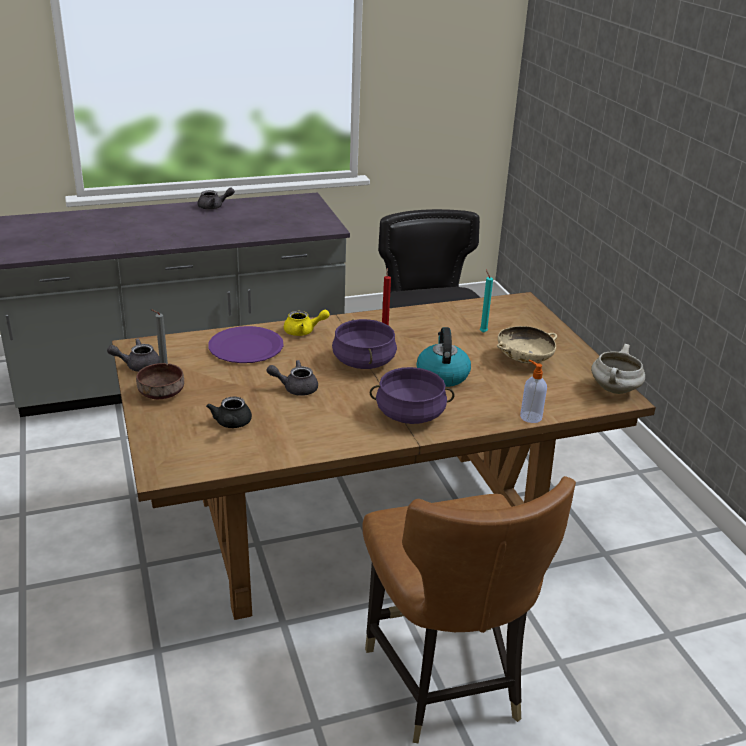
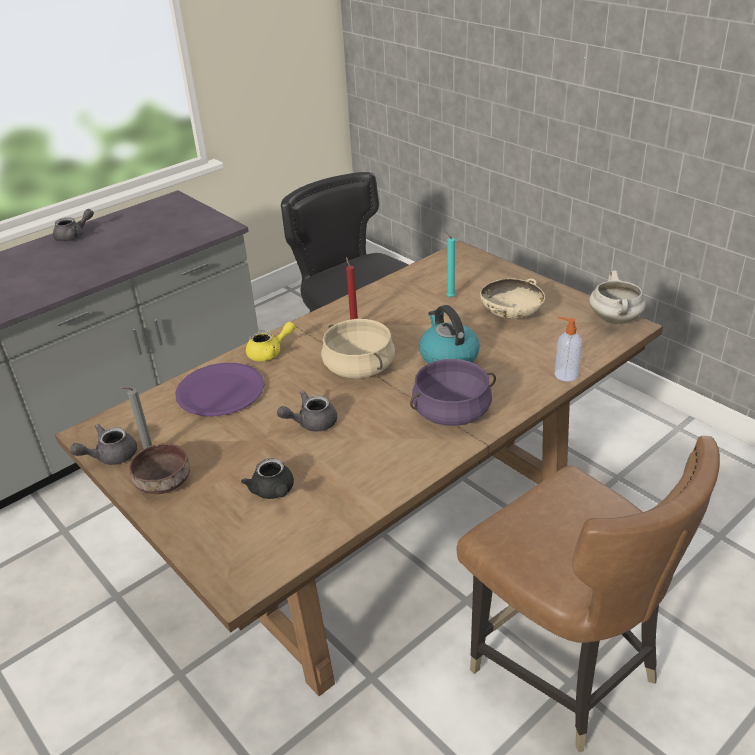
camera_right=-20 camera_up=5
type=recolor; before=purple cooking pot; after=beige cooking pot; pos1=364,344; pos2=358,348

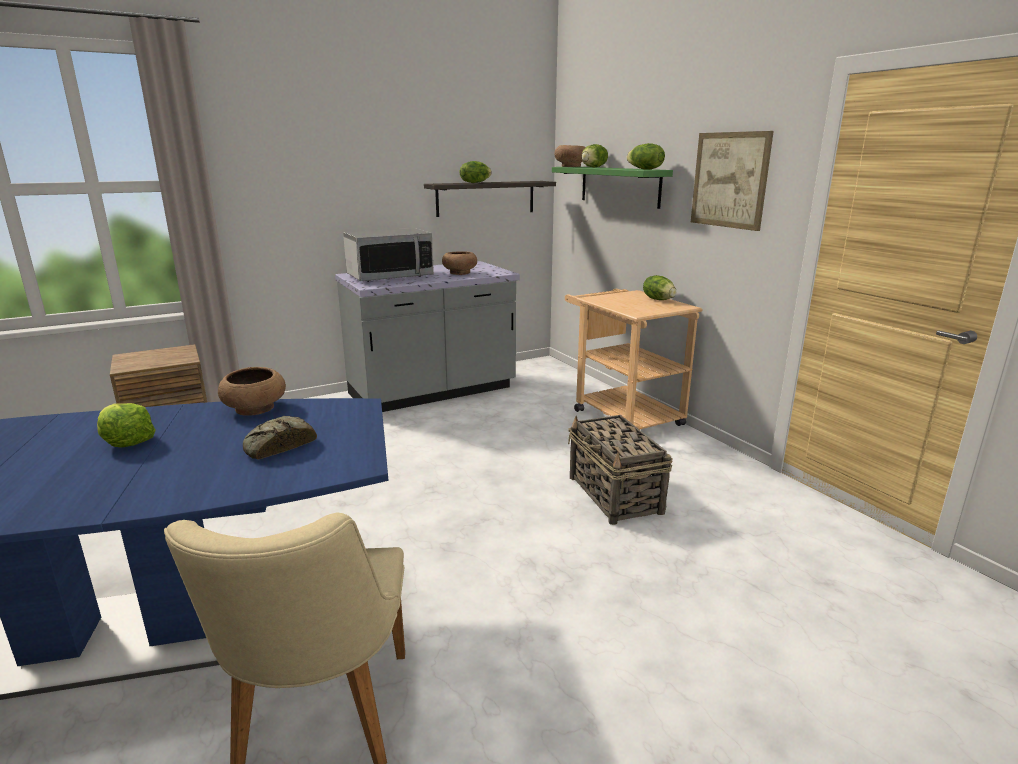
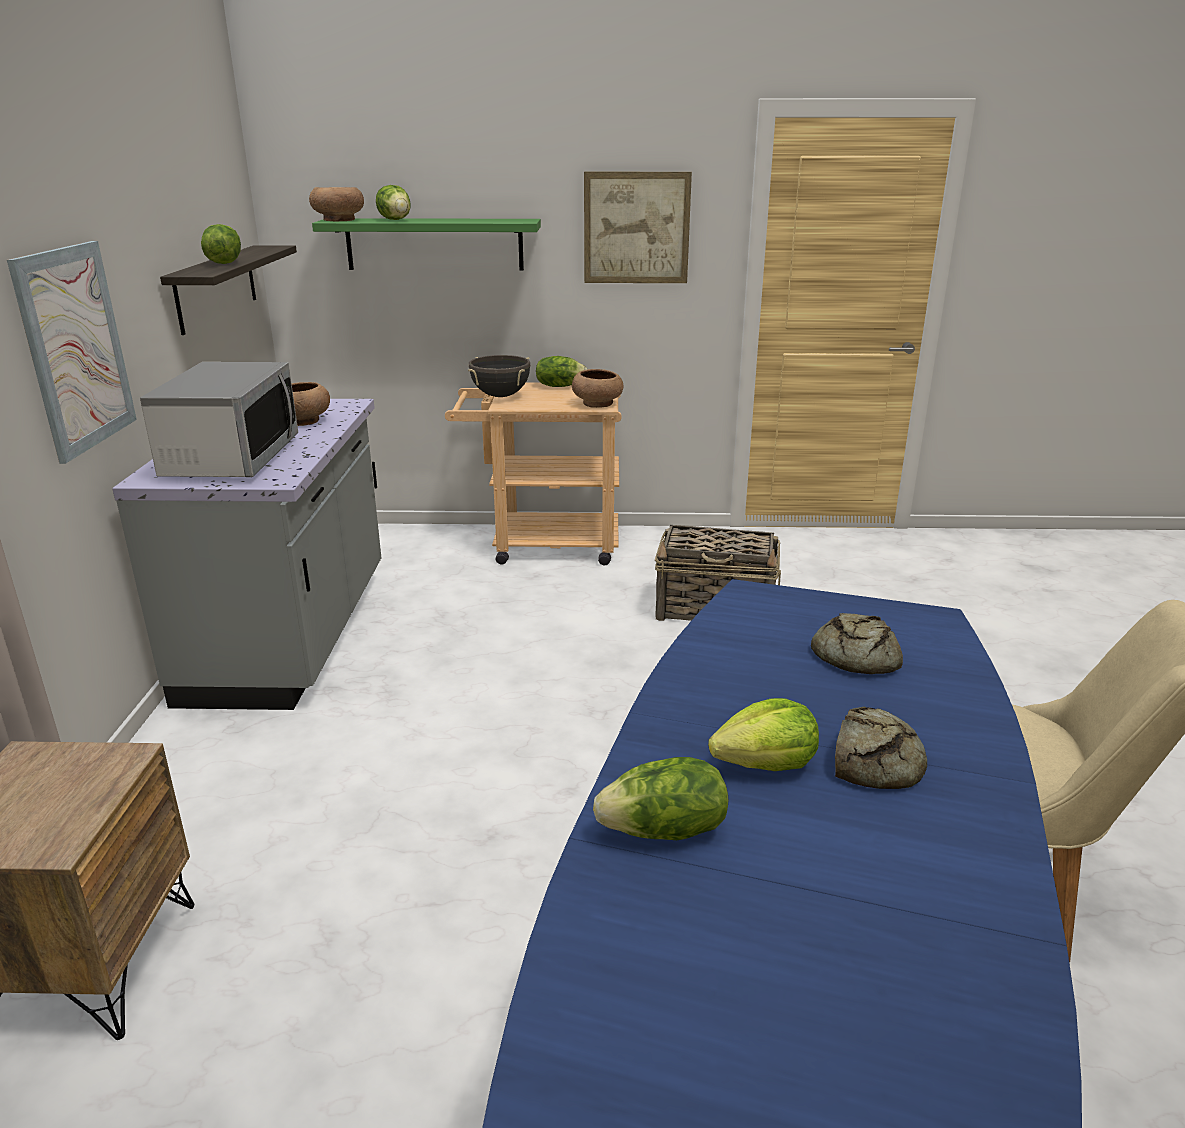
camera_right=-60 camera_up=5
type=move; before=lettuce; pos1=646,156; pos2=660,798
type=move; before=brown bowl; pos1=252,391; pos2=598,388
type=insert; after=picture; pos2=72,352
type=insert; after=black cooking pot; pos2=499,376
type=insert; after=bread; pos2=881,748

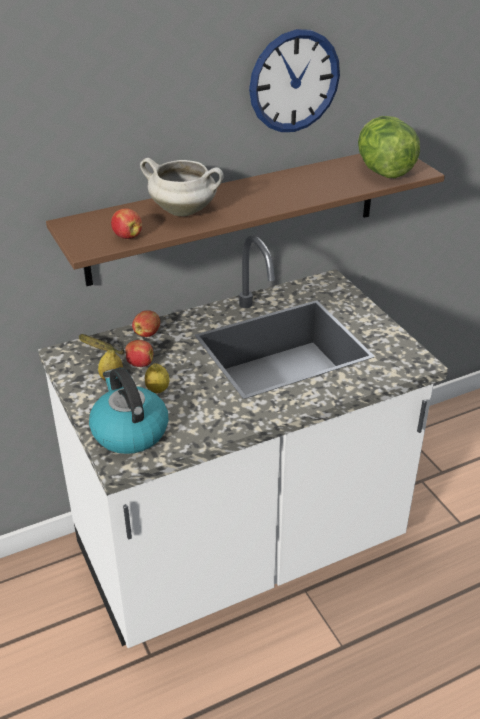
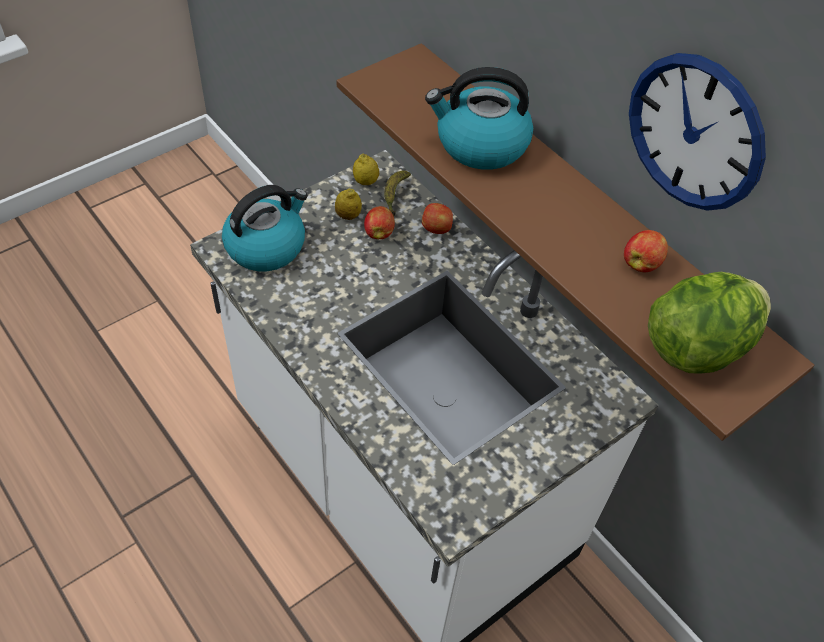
camera_right=75 camera_up=15
type=replace; before=white cooking pot; after=kettle; pos1=182,187; pos2=479,118
type=move; before=apple; pos1=126,223; pos2=646,251
type=move; before=lemon; pos1=157,378; pos2=366,169

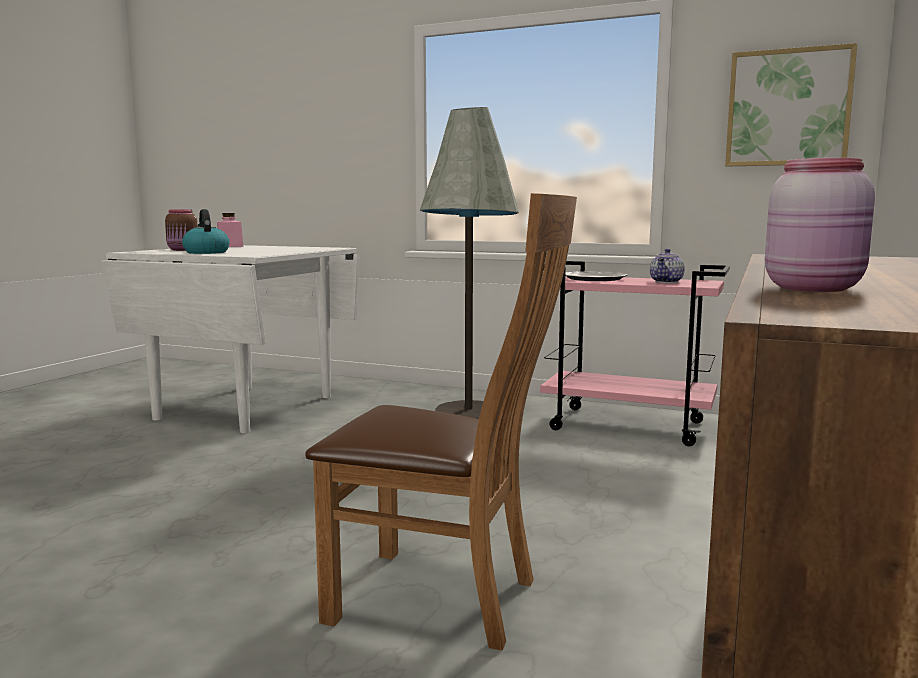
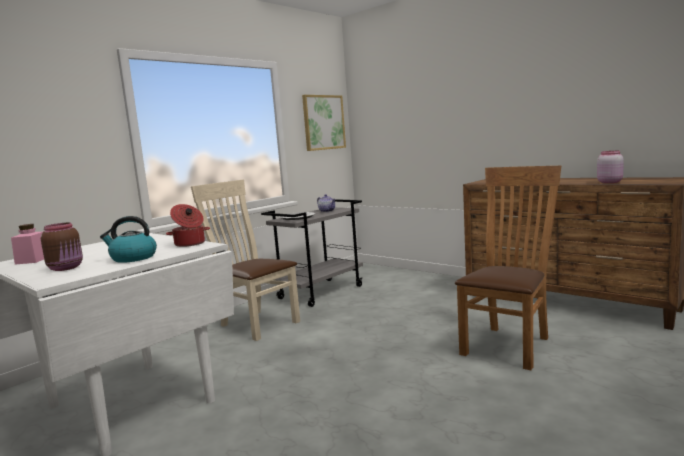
camera_right=-70 camera_up=0
type=replace; before=grey floor lamp; after=beige chair; pos1=469,263; pos2=245,260
type=recolor; before=pink cart; after=grey cart; pos1=635,353; pos2=312,253
type=insert; after=cooking pot; pos2=188,225

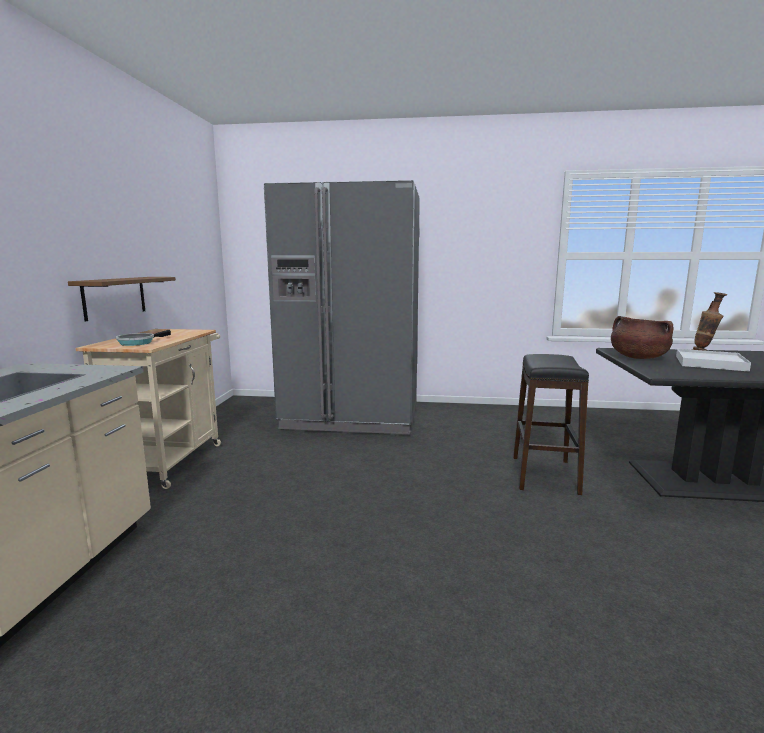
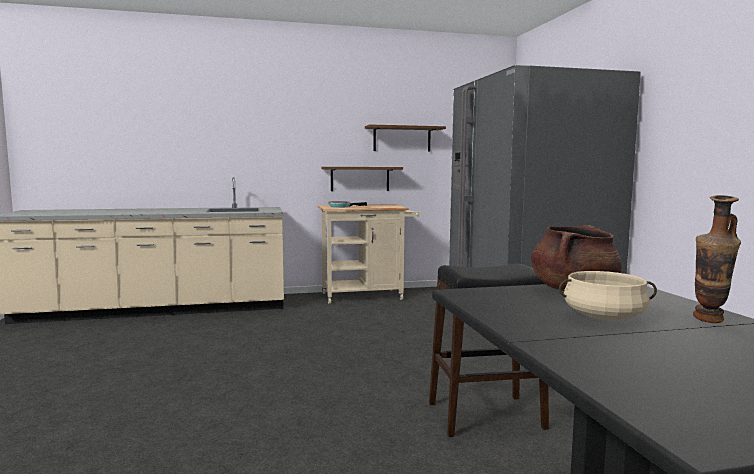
camera_right=70 camera_up=-5
type=replace; before=white tray; after=beige cooking pot; pos1=713,360; pos2=608,295
type=insert; after=brown shelf; pos2=405,138

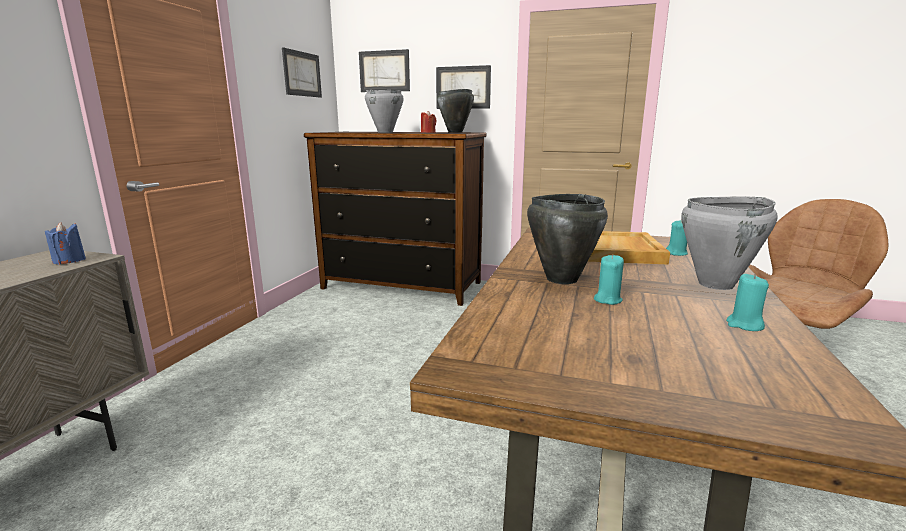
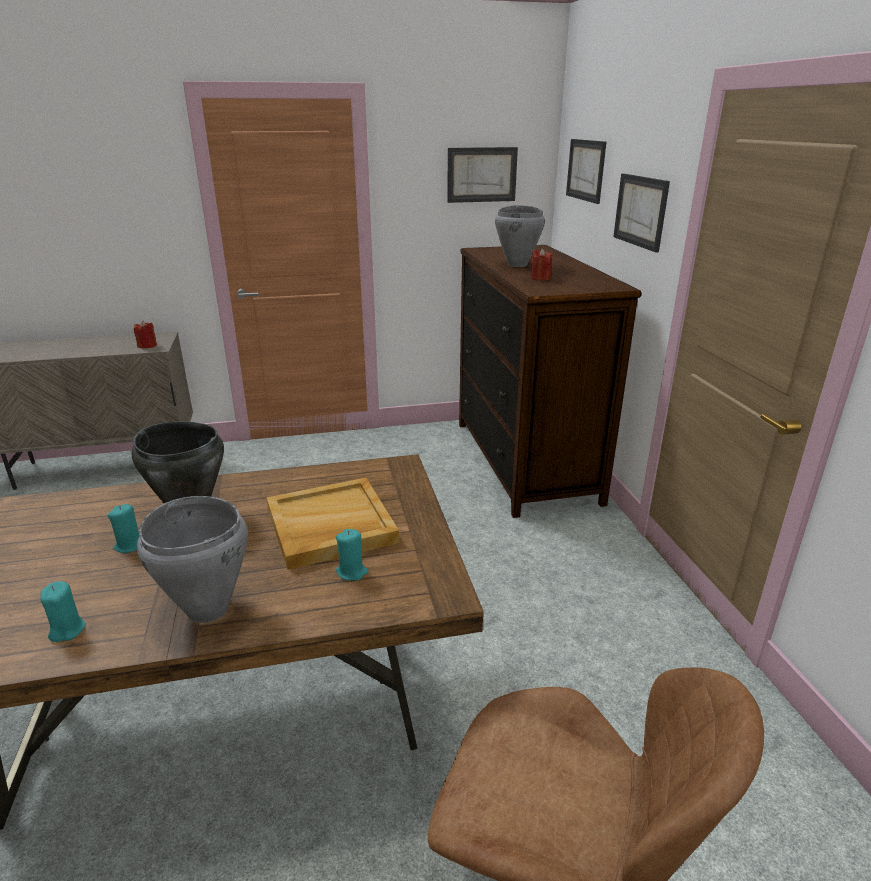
camera_right=60 camera_up=10
type=delete; before=black cooking pot; pos1=455,110
type=recolor; before=blue candle; after=red candle; pos1=65,243; pos2=145,334

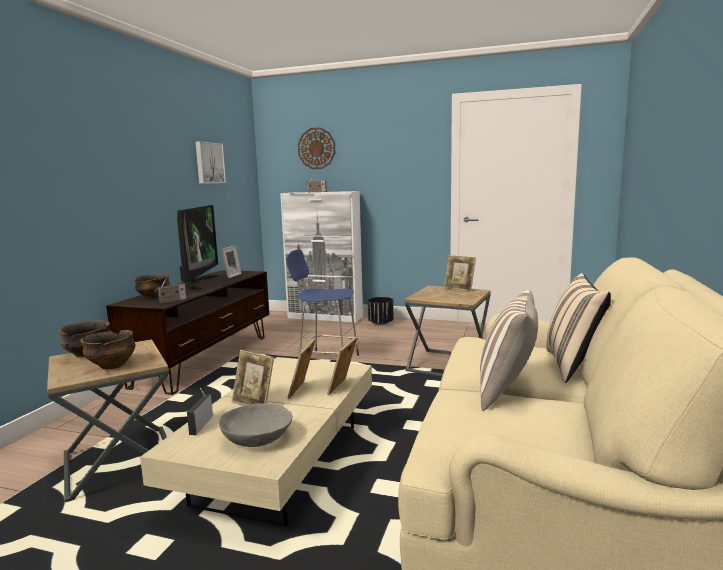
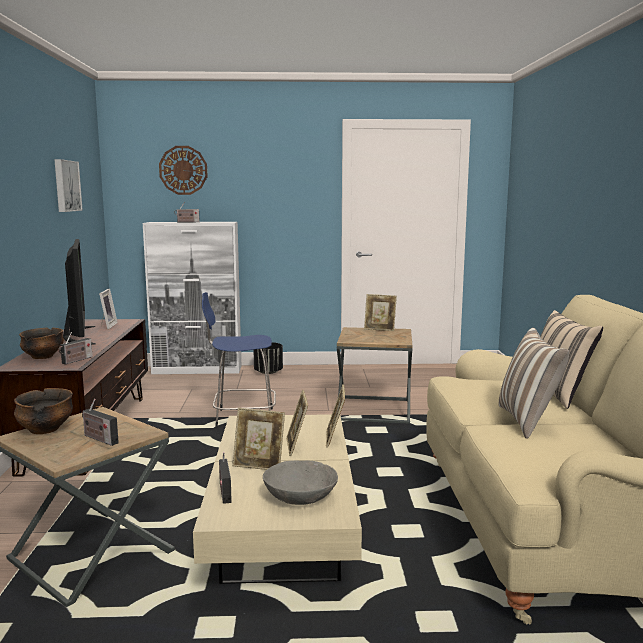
camera_right=-20 camera_up=0
type=replace; before=bowl; after=radio; pos1=108,349; pos2=100,422

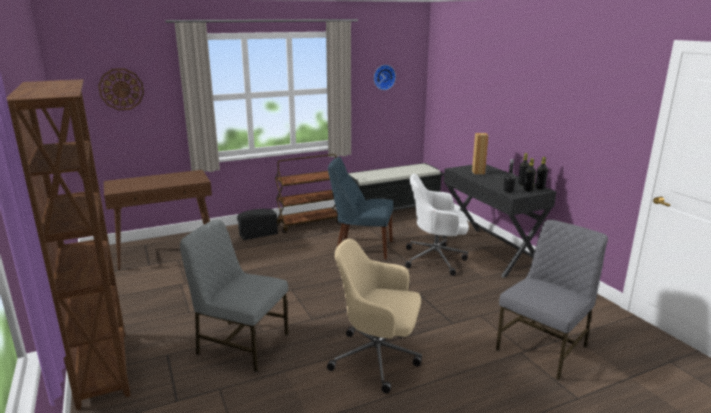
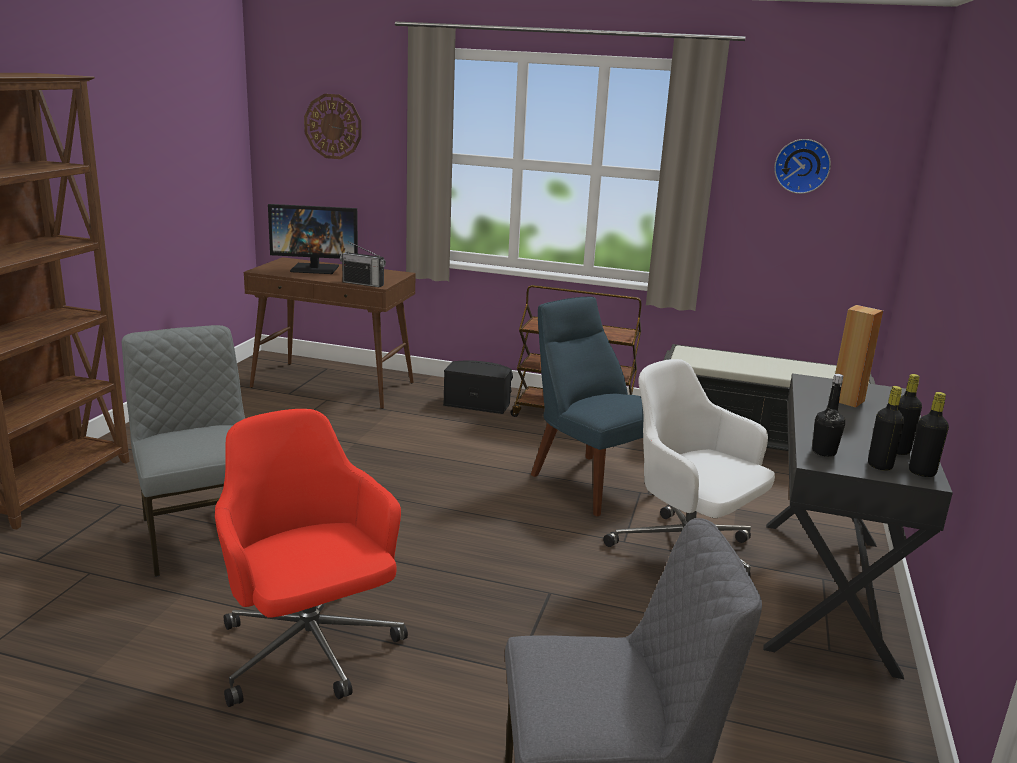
camera_right=40 camera_up=0
type=recolor; before=beige office chair; after=red office chair; pos1=374,316; pos2=311,558
type=insert; after=monitor; pos2=313,239
type=insert; after=radio; pos2=363,264

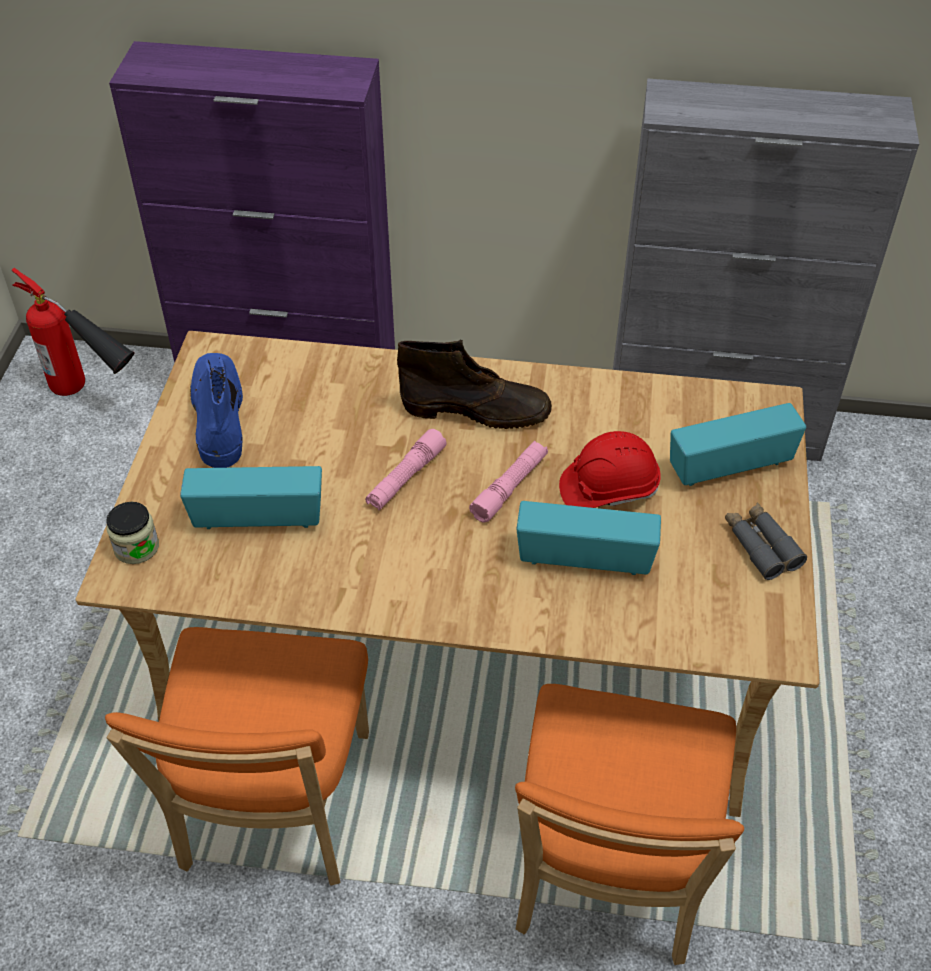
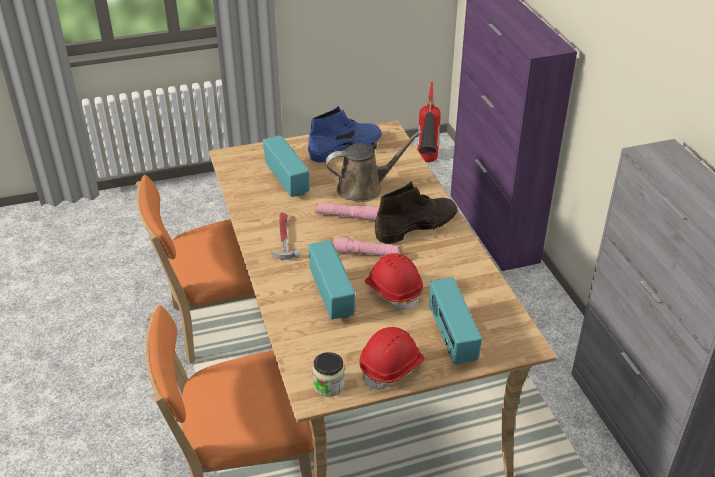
camera_right=65 camera_up=-10
type=rotate; before=brown boot; pos1=474,384; pos2=416,212; turn=-105
type=rotate; before=radio; pos1=738,444; pos2=456,321; turn=-150
type=move; before=jar; pos1=132,533; pos2=328,374
type=replace; before=grey binoculars; after=red hard hat; pos1=766,541; pos2=391,358
type=insert; after=brown watering can; pos2=374,166
type=insert; after=hammer; pos2=285,236

